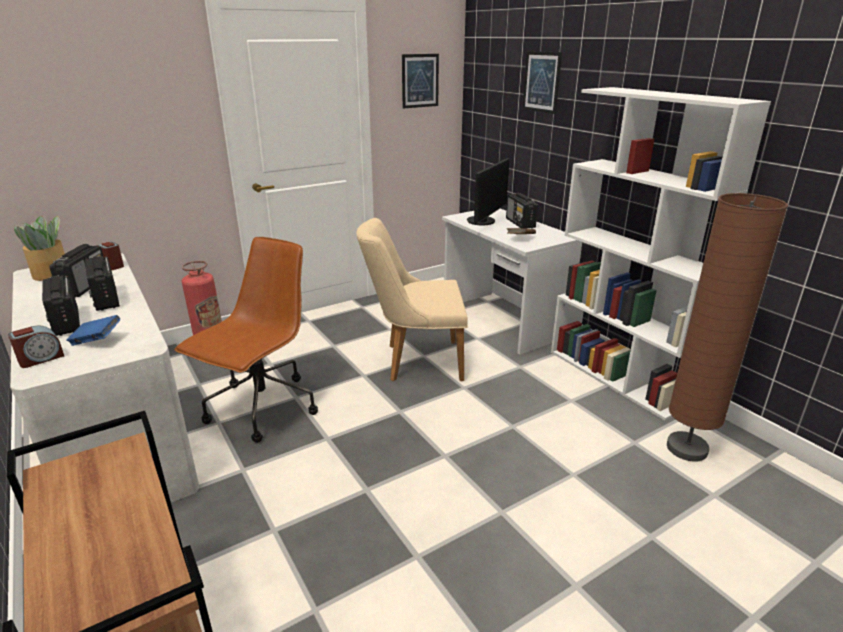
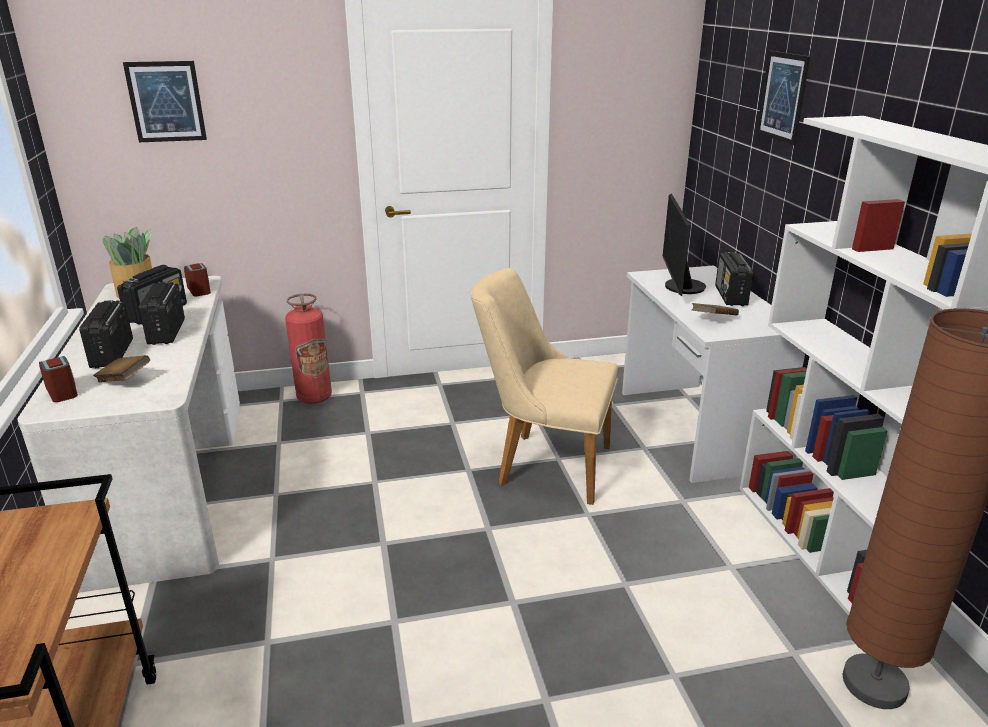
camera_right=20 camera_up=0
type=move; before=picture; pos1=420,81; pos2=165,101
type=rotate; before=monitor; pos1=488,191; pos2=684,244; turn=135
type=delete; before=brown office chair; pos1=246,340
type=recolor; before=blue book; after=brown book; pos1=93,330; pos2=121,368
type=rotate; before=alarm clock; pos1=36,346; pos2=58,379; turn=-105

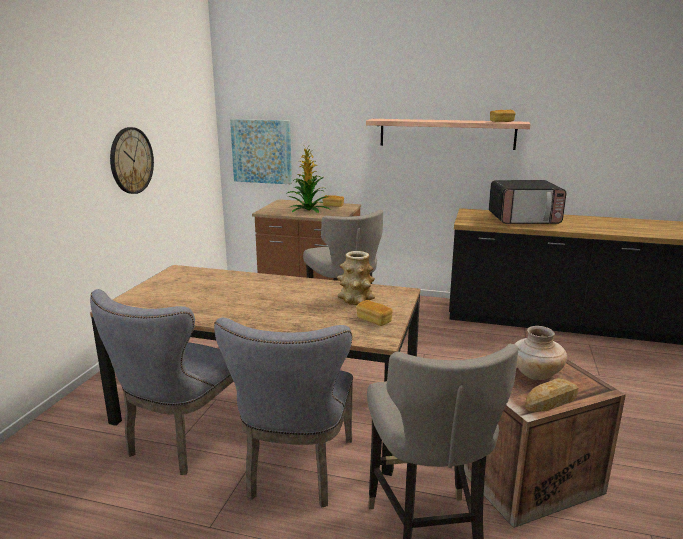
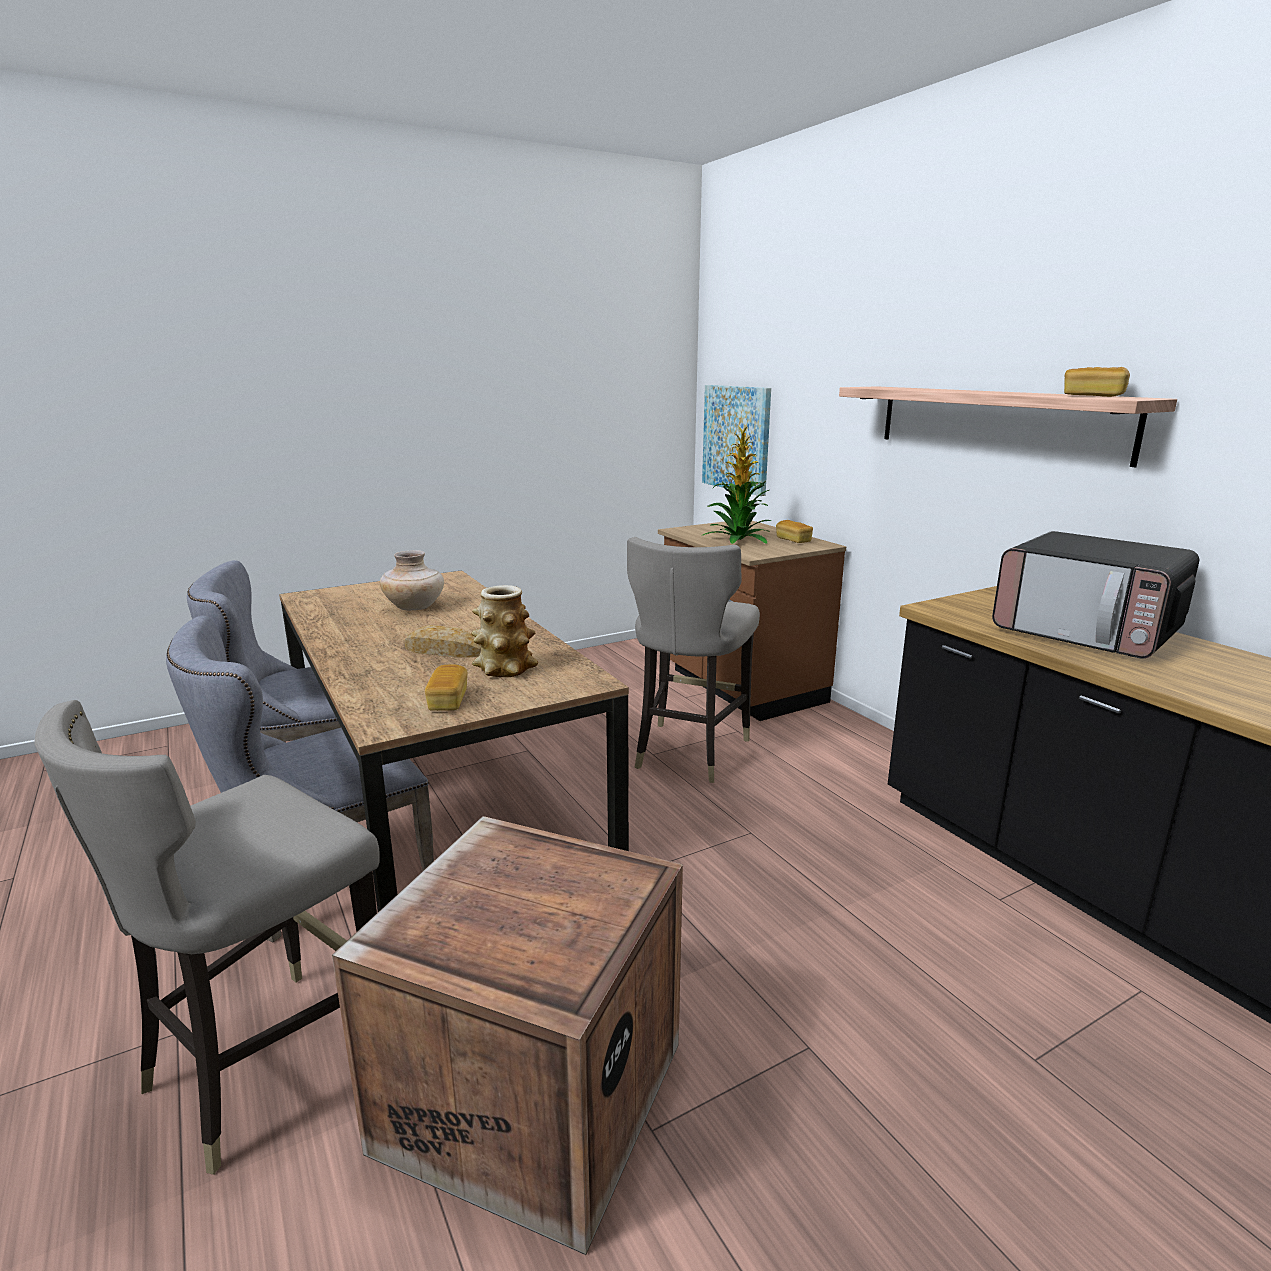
camera_right=45 camera_up=0
type=delete; before=wall clock; pos1=132,160
type=move; before=beige vase; pos1=540,353; pos2=412,580
type=move; before=bread; pos1=552,395; pos2=443,641

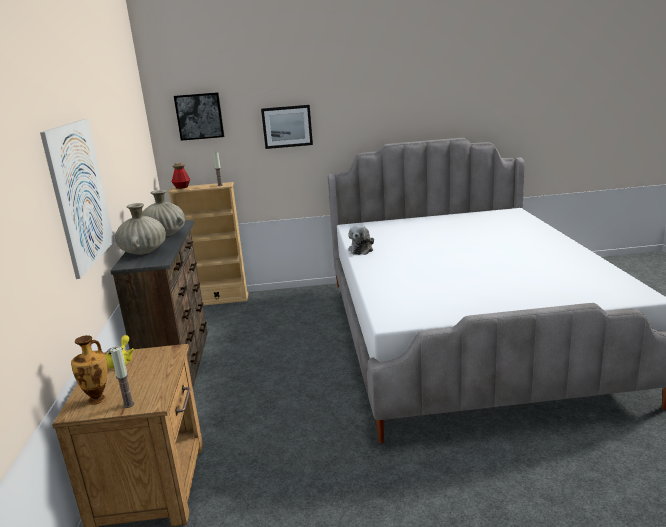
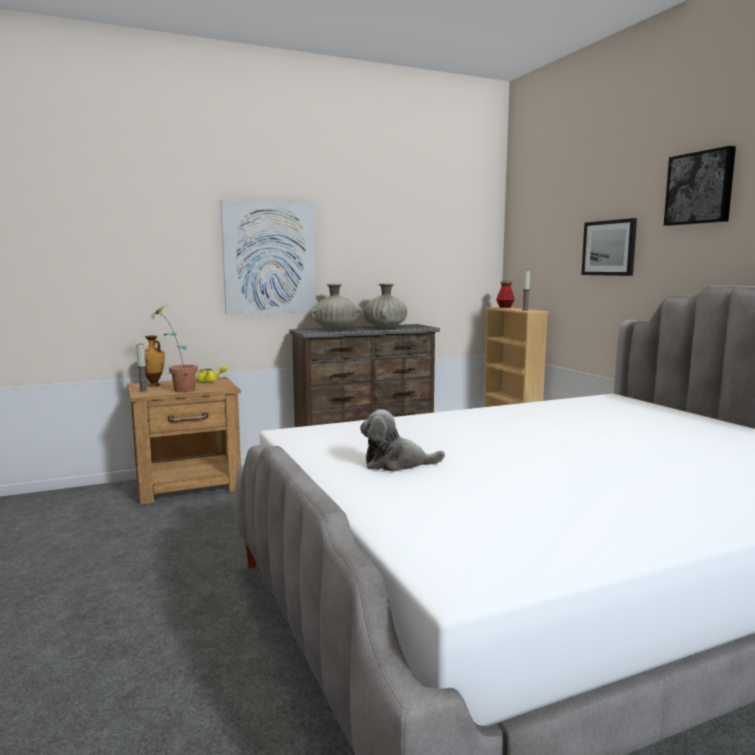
camera_right=70 camera_up=-10
type=move; before=picture; pos1=199,116; pos2=700,186
type=move; before=plush toy; pos1=361,240; pos2=402,440
type=insert; after=potted plant; pos2=174,349

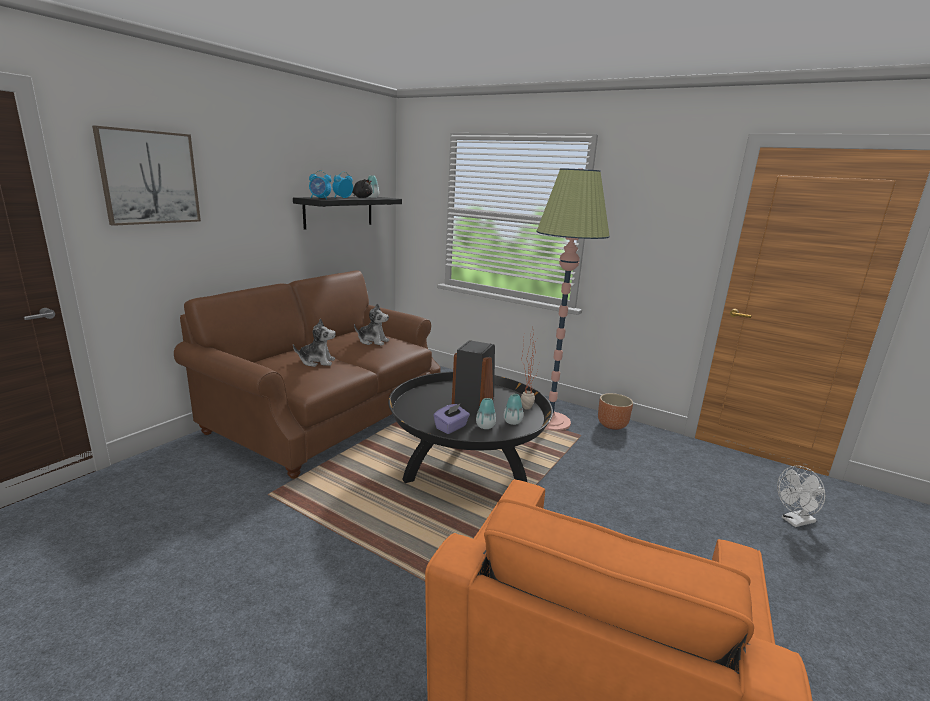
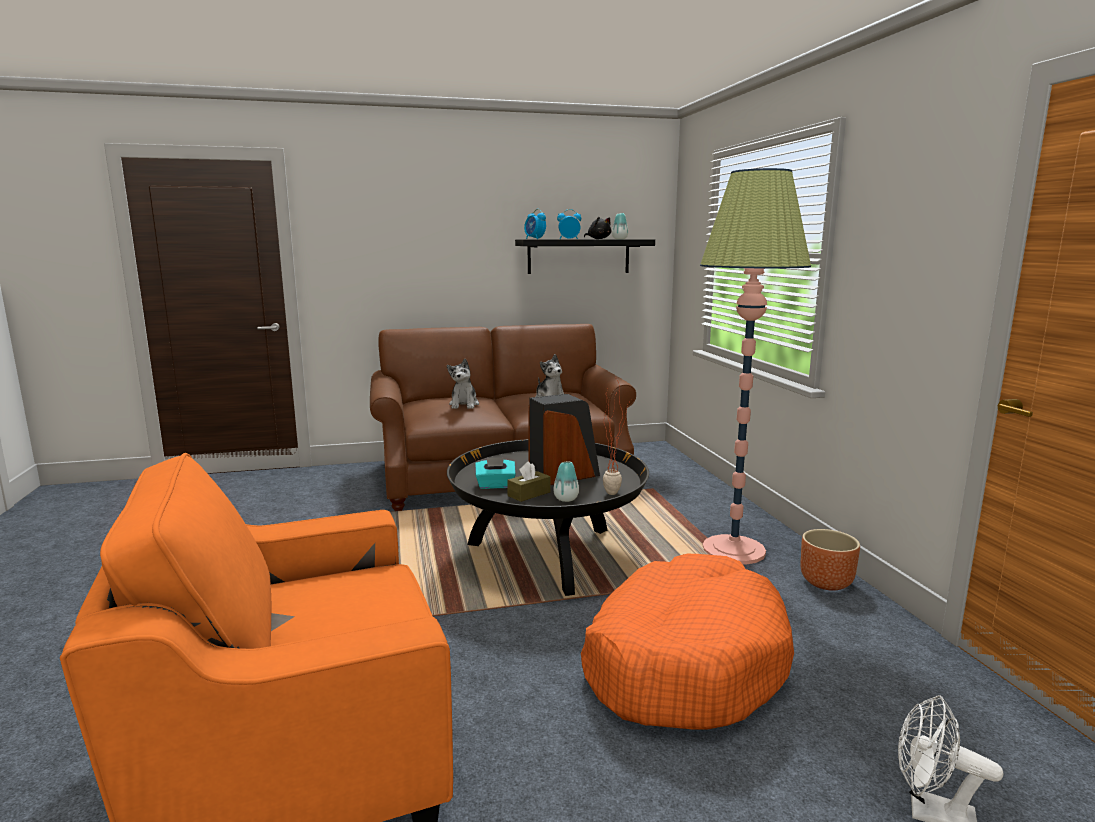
camera_right=45 camera_up=-5
type=delete; before=picture; pos1=146,176
type=rotate; before=plush toy; pos1=314,342; pos2=463,384; turn=45
type=replace; before=vase; after=brown tissue box; pos1=486,413; pos2=529,482
type=recolor; before=purple tissue box; after=turquoise tissue box; pos1=452,419; pos2=495,473
type=insert; after=orange dog bed; pos2=687,642

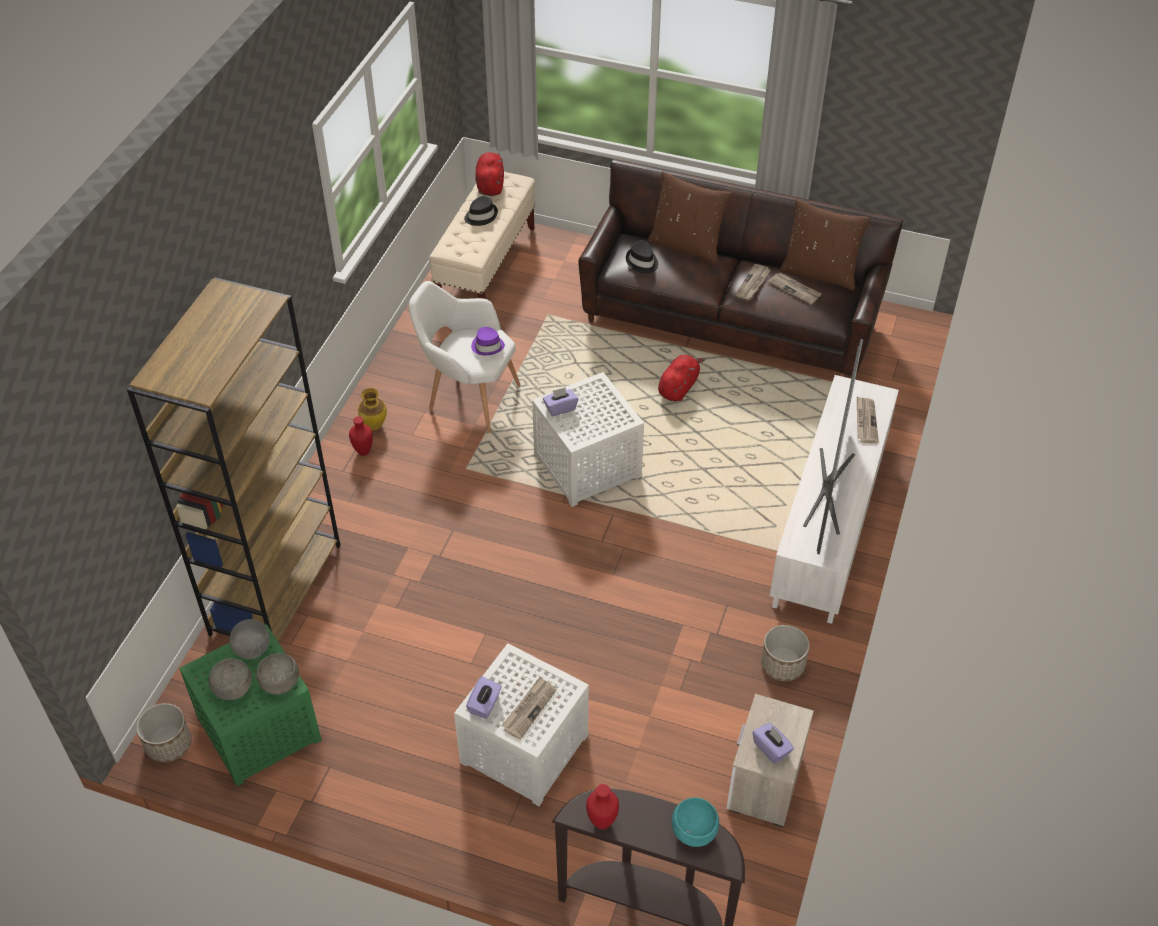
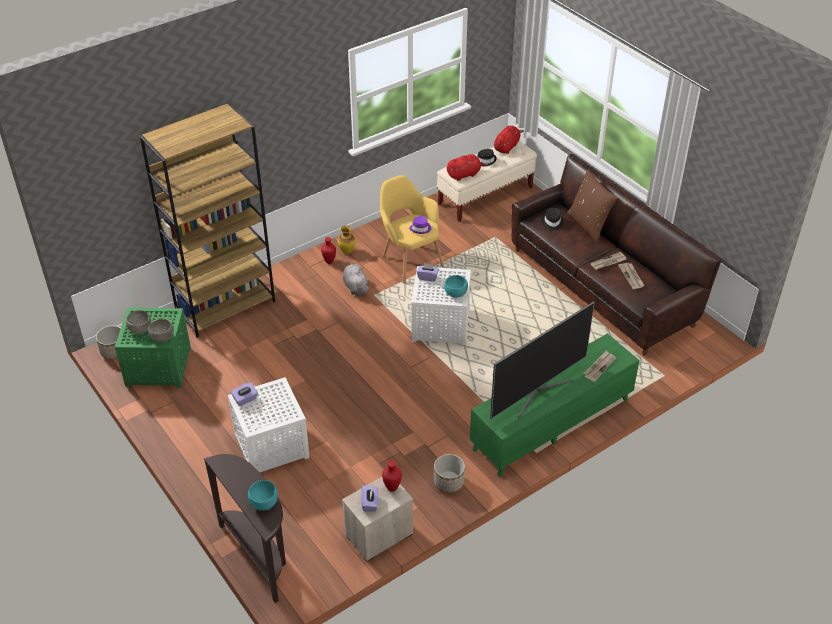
camera_right=35 camera_up=-5
type=delete; before=brown pillow; pos1=825,244
type=recolor; before=white armchair; after=yellow armchair; pos1=465,357; pos2=412,229
type=move; before=red plush toy; pos1=682,377; pos2=468,167
type=recolor; before=white tv stand; after=green tv stand; pos1=834,499; pos2=555,405
type=delete; before=grey bowl; pos1=250,639
type=delete; before=newspaper; pos1=529,708
type=move; before=red vase; pos1=602,807; pos2=392,476
type=insert; after=grey plush toy; pos2=356,279
type=insert; after=turquoise bowl; pos2=456,286

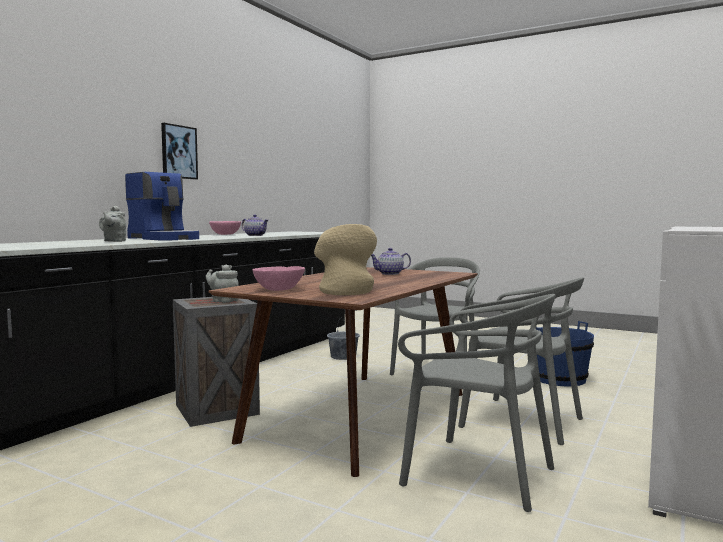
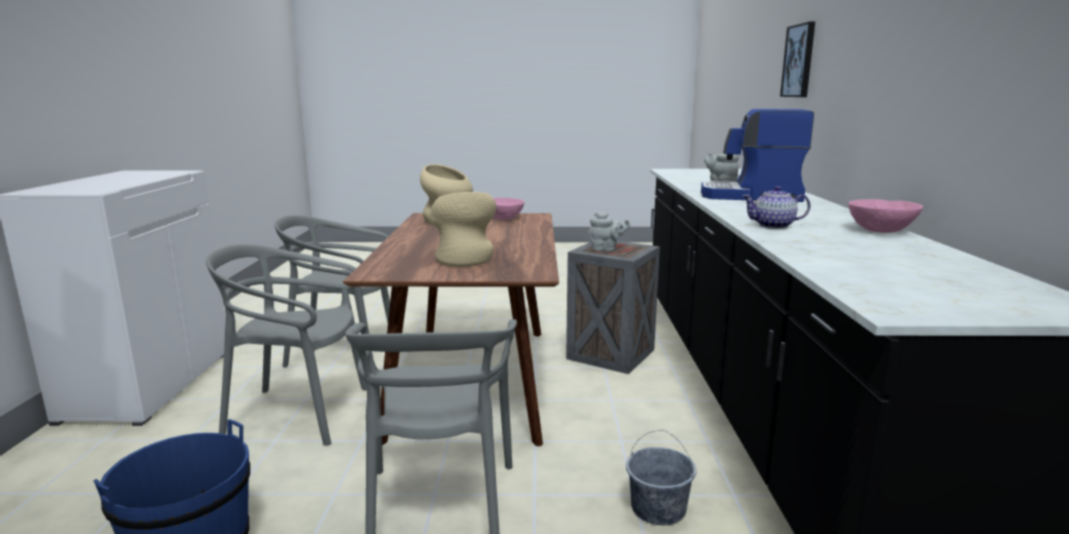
camera_right=150 camera_up=10
type=move; before=picture; pos1=179,151; pos2=797,59
type=replace; before=teapot; after=beige vase; pos1=391,261; pos2=462,229

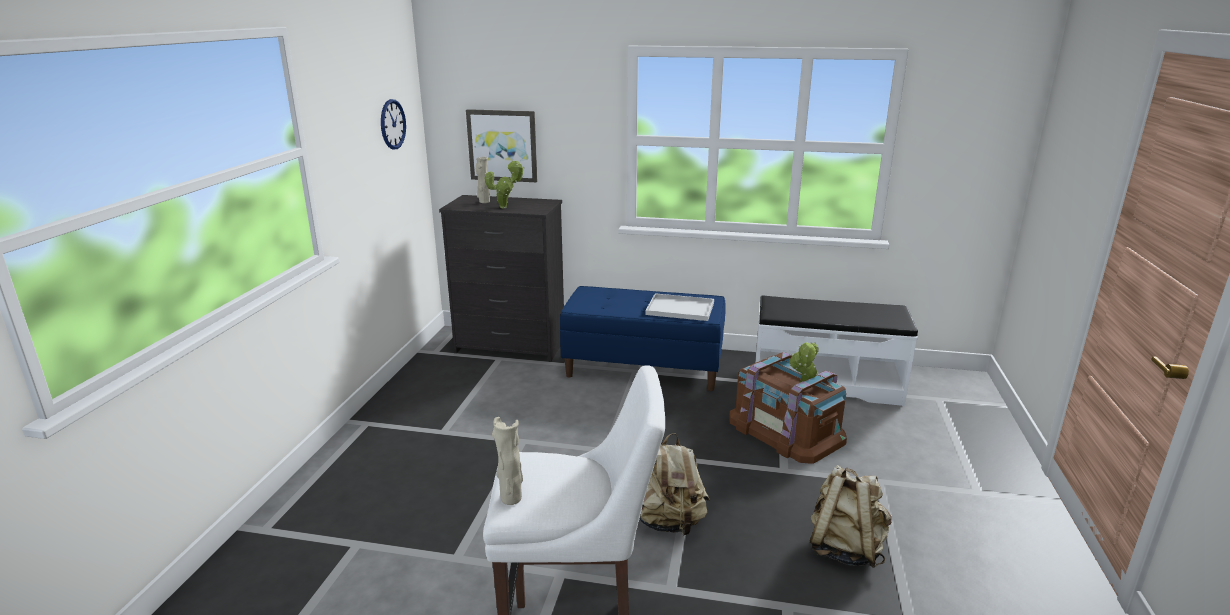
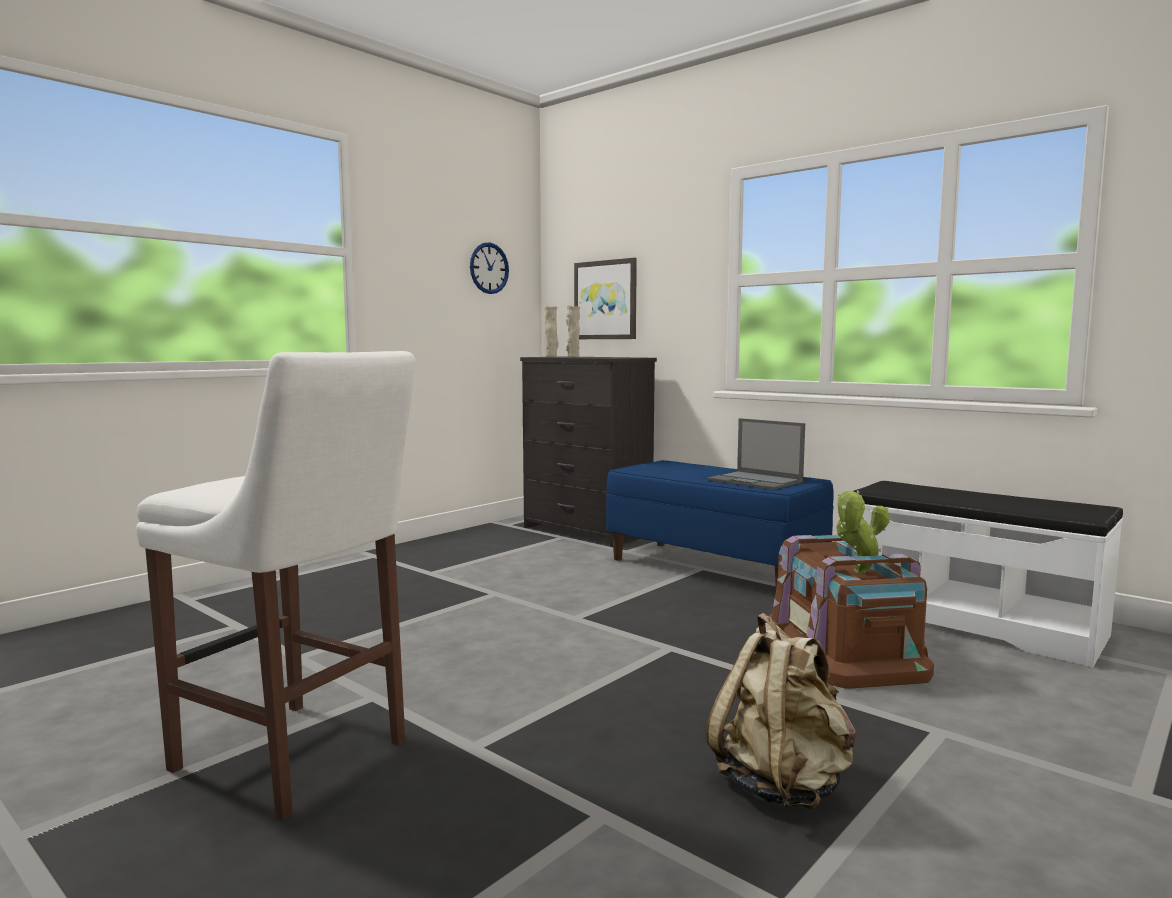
camera_right=30 camera_up=-15
type=delete; before=potted plant; pos1=504,184
type=replace; before=white tray; after=laptop; pos1=679,307; pos2=756,454
type=move; before=beige vase; pos1=507,461; pos2=551,331
type=delete; before=beige backpack; pos1=675,484

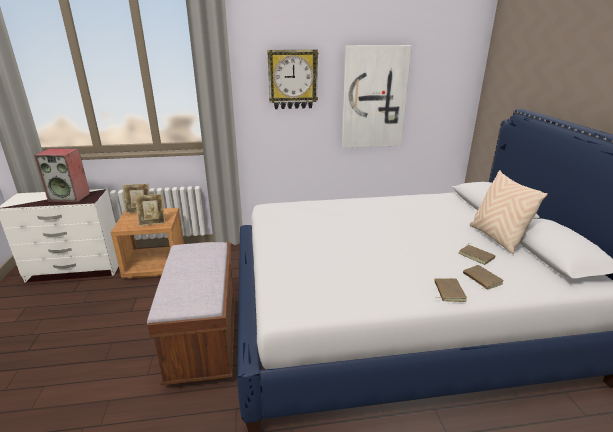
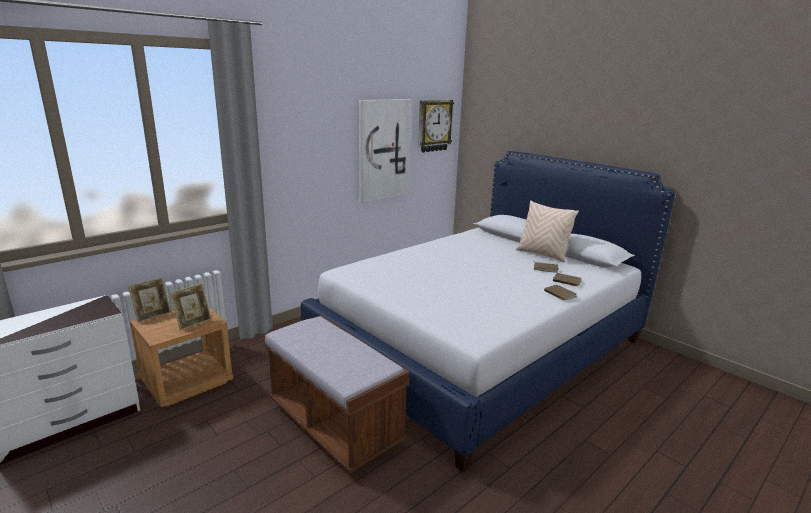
camera_right=-35 camera_up=-5
type=move; before=wall clock; pos1=293,79; pos2=436,126
type=delete; before=speaker; pos1=62,175

